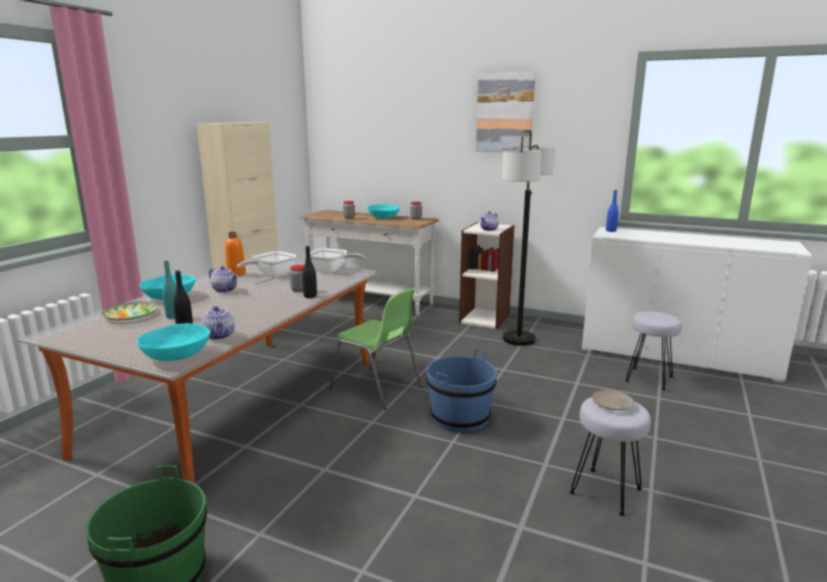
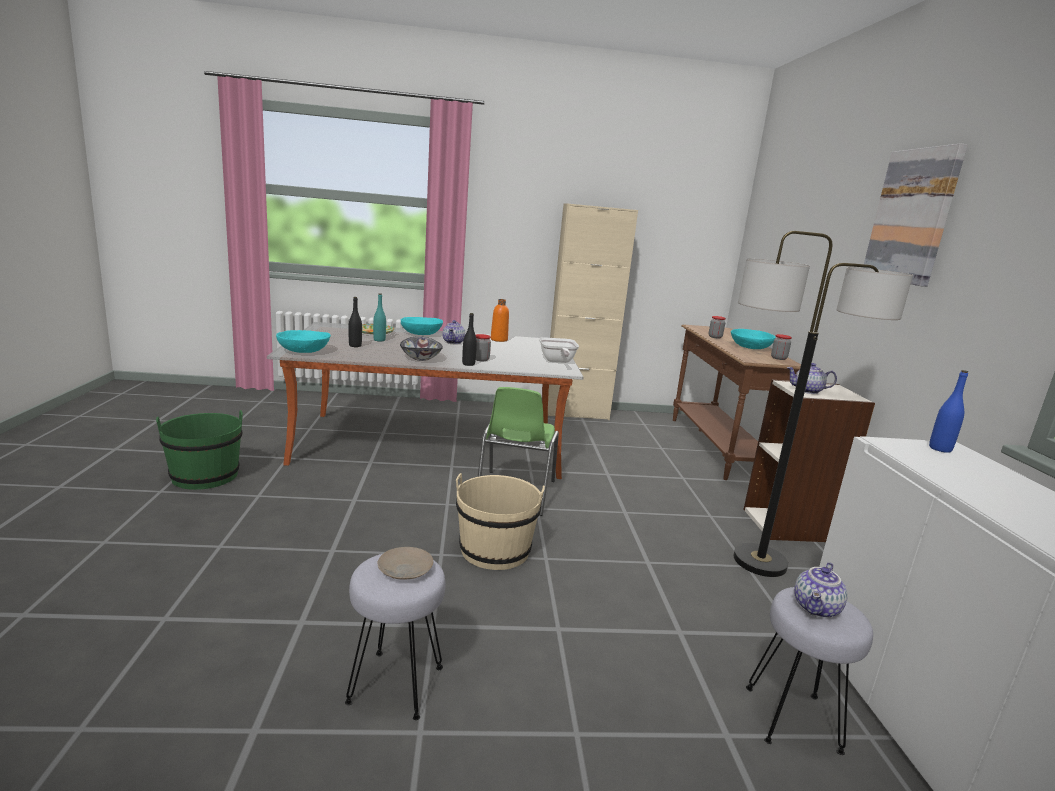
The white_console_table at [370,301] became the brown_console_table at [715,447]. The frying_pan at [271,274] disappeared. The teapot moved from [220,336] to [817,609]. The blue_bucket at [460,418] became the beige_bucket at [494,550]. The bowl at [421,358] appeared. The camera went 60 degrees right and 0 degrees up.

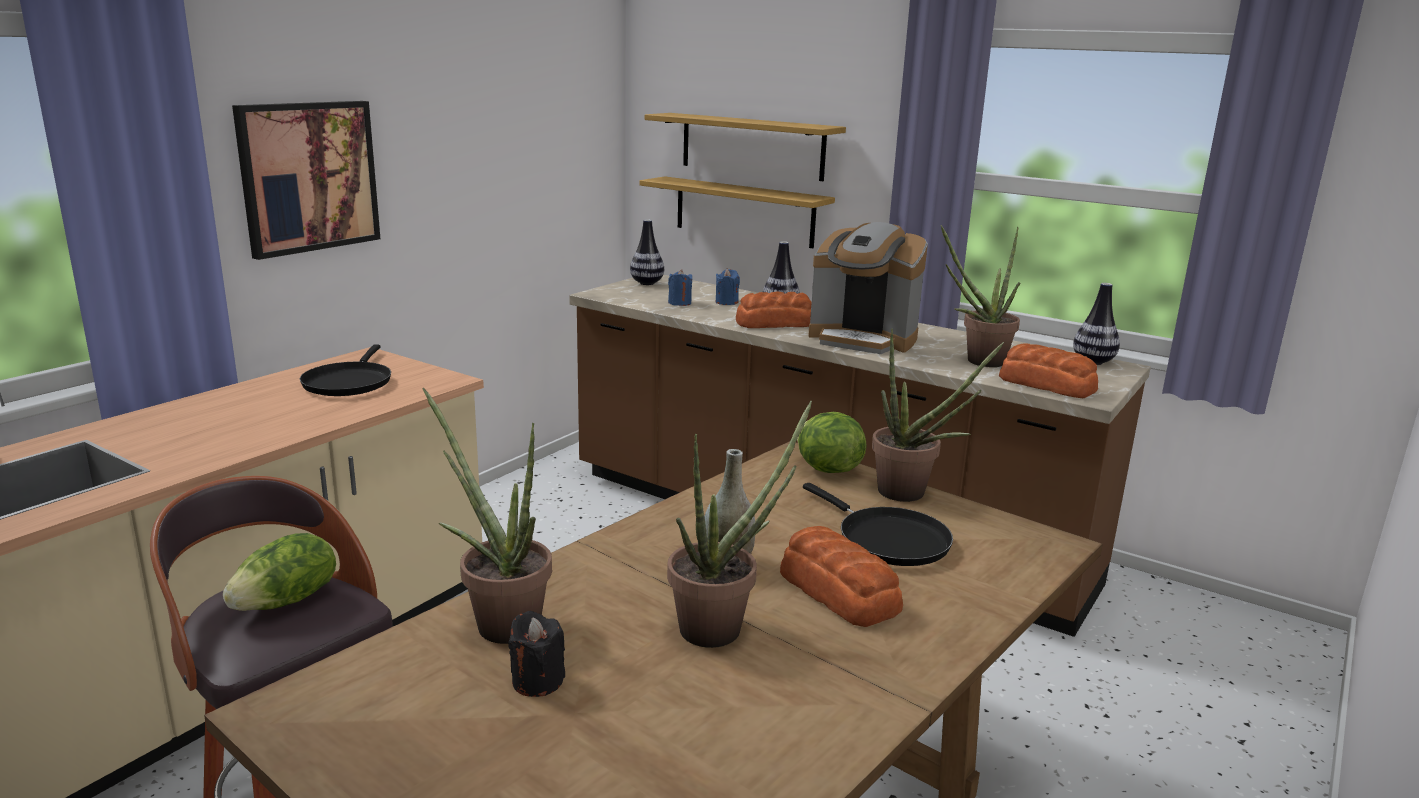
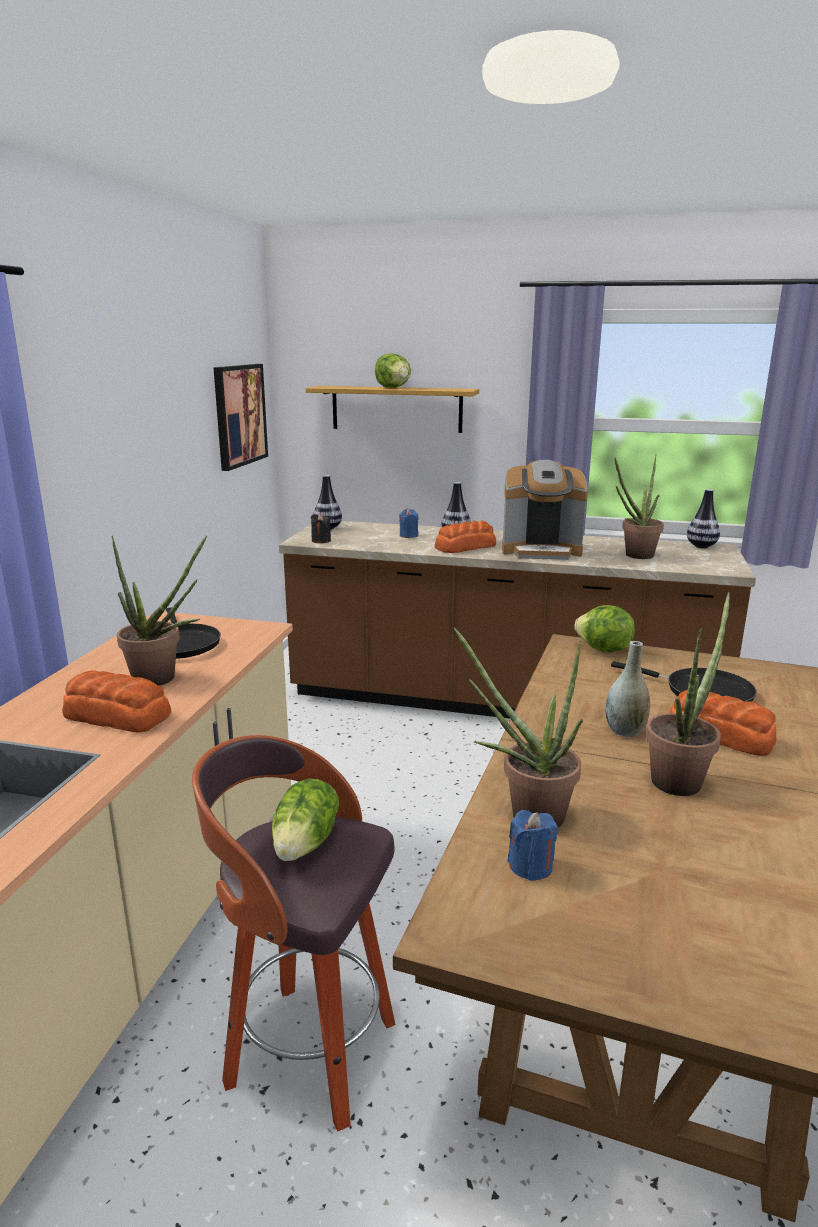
The picture moved from [308,177] to [239,415]. The shelf at [744,212] disappeared. The blue_candle moved from [679,303] to [530,866]. The potted_plant moved from [911,494] to [162,679]. The bread moved from [1046,384] to [116,715]. The black_candle moved from [537,681] to [321,541]. The lettuce at [393,387] appeared. The camera went 20 degrees left and 0 degrees up.

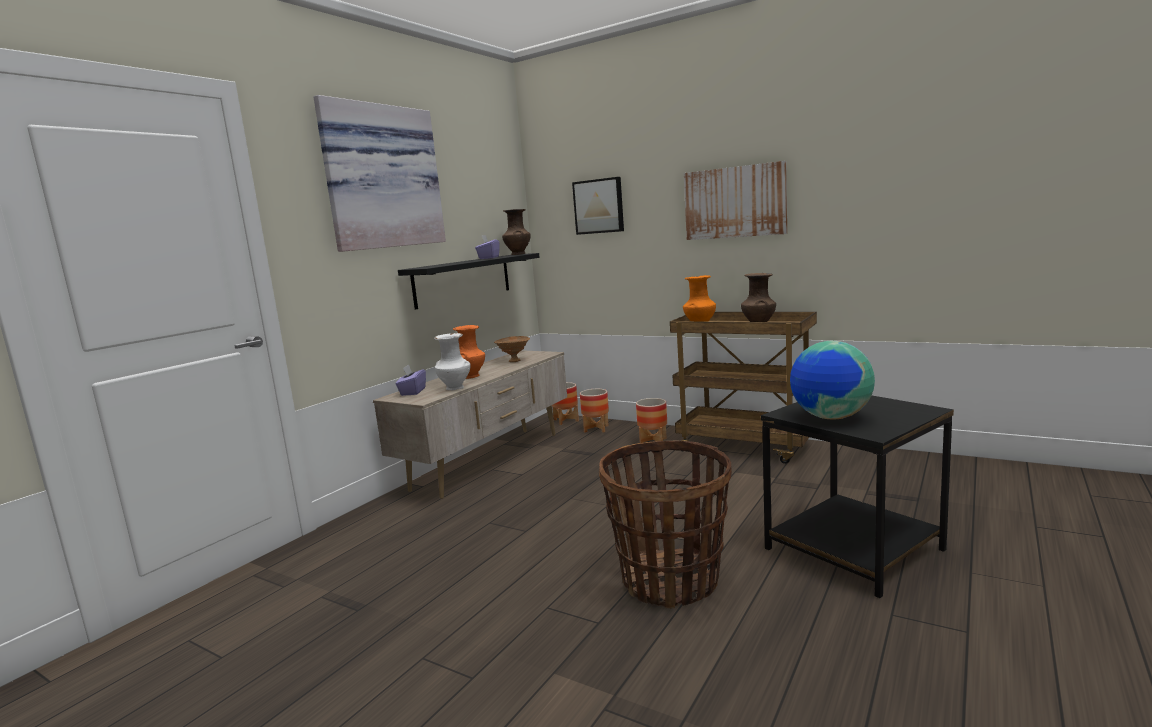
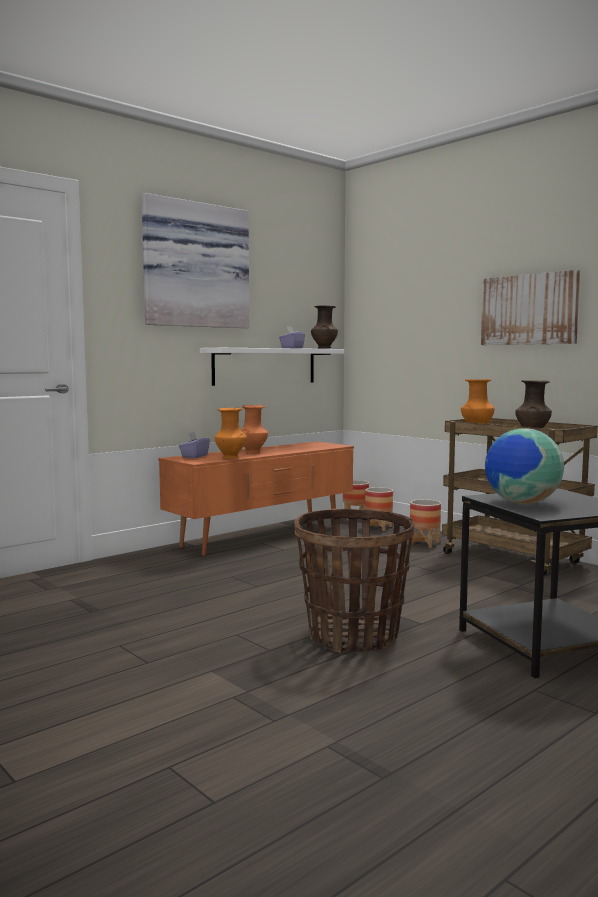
The picture at [599,206] disappeared. The black_shelf at [463,280] became the white_shelf at [265,366]. The white_vase at [456,388] became the orange_vase at [231,458]. The brown_bowl at [513,361] disappeared. The beige_tv_stand at [489,461] became the orange_tv_stand at [263,537]. The camera went 15 degrees right and 5 degrees down.

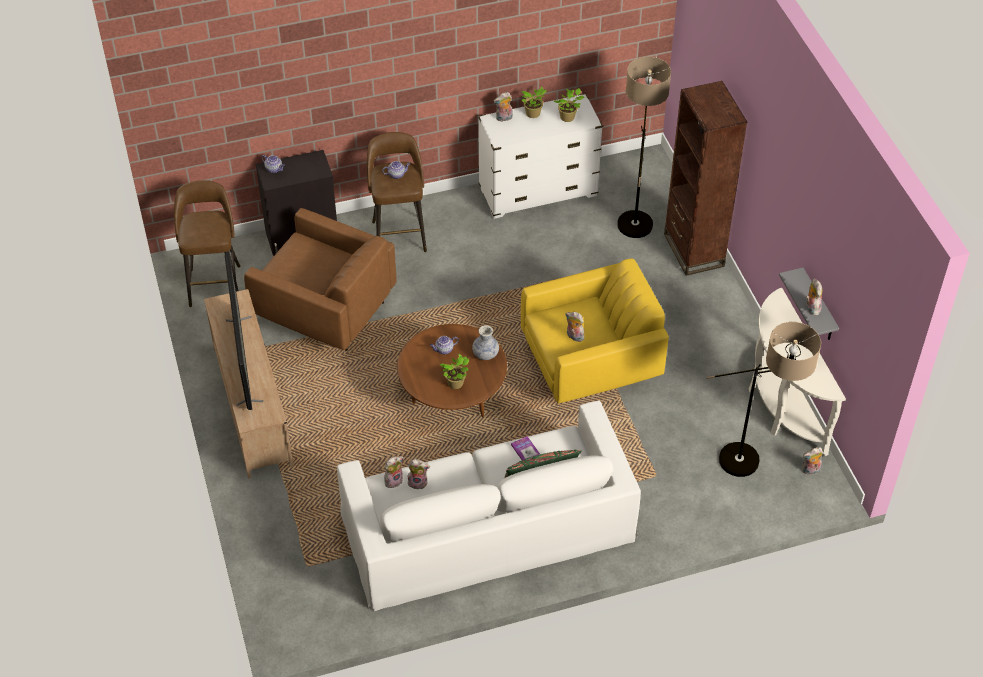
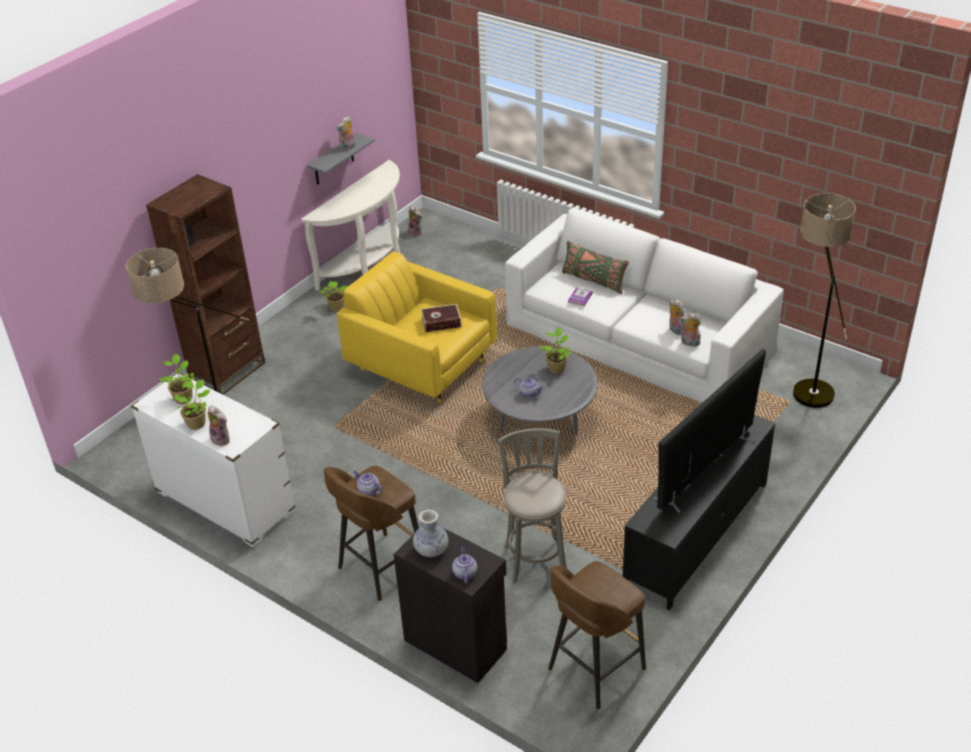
The brown_armchair at [325,310] was replaced by the grey_stool at [535,557]. The beige_tv_stand at [252,404] became the black_tv_stand at [696,533]. The plush_toy at [574,337] was replaced by the book at [441,322]. The floor_lamp moved from [754,466] to [807,384]. The brown_coffee_table at [452,395] became the grey_coffee_table at [540,419]. The vase moved from [485,354] to [431,549]. The potted_plant at [336,308] appeared. The camera went 125 degrees left and 10 degrees down.

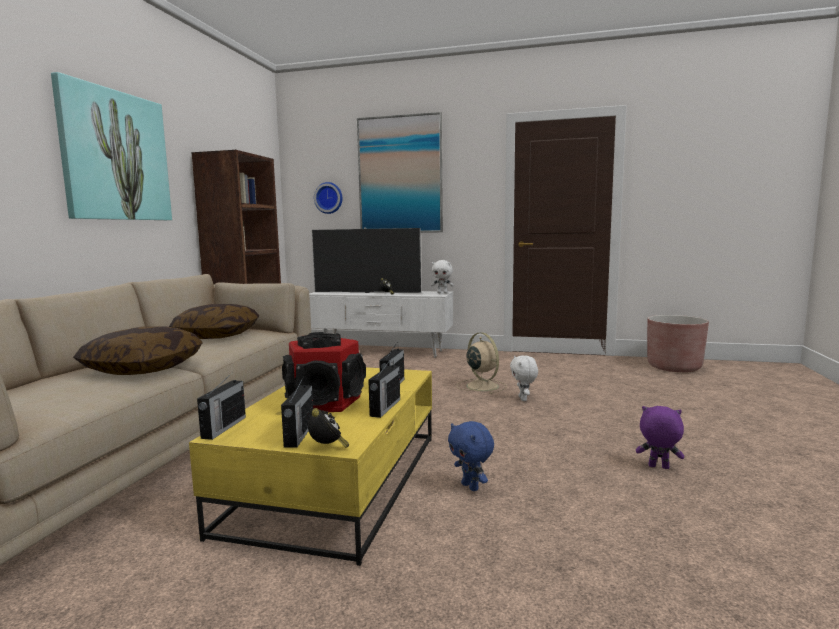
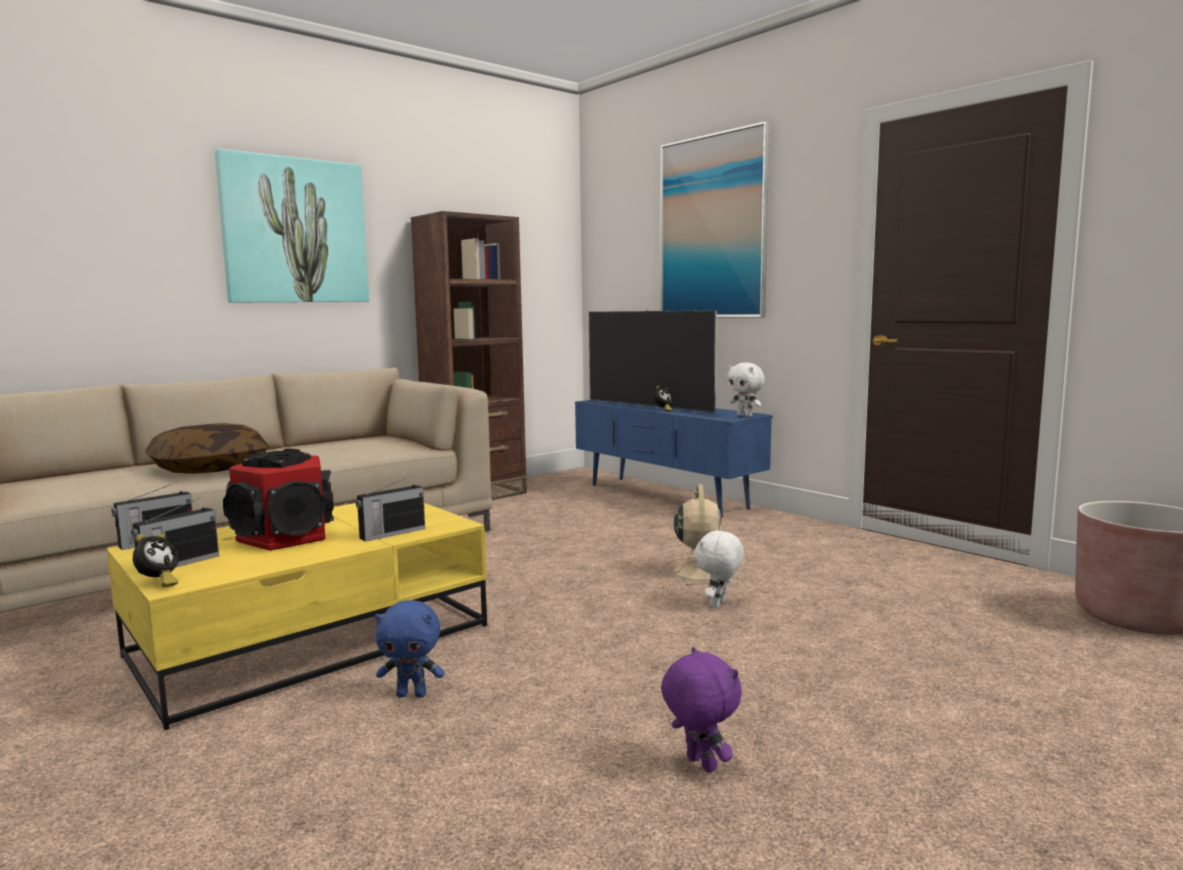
The wall_clock at [329,198] disappeared. The white_tv_stand at [381,352] became the blue_tv_stand at [665,497]. The pillow at [217,335] disappeared. The radio at [384,408] disappeared. The blue_plush_toy at [471,487] turned 90 degrees counterclockwise. The camera went 35 degrees right and 0 degrees up.

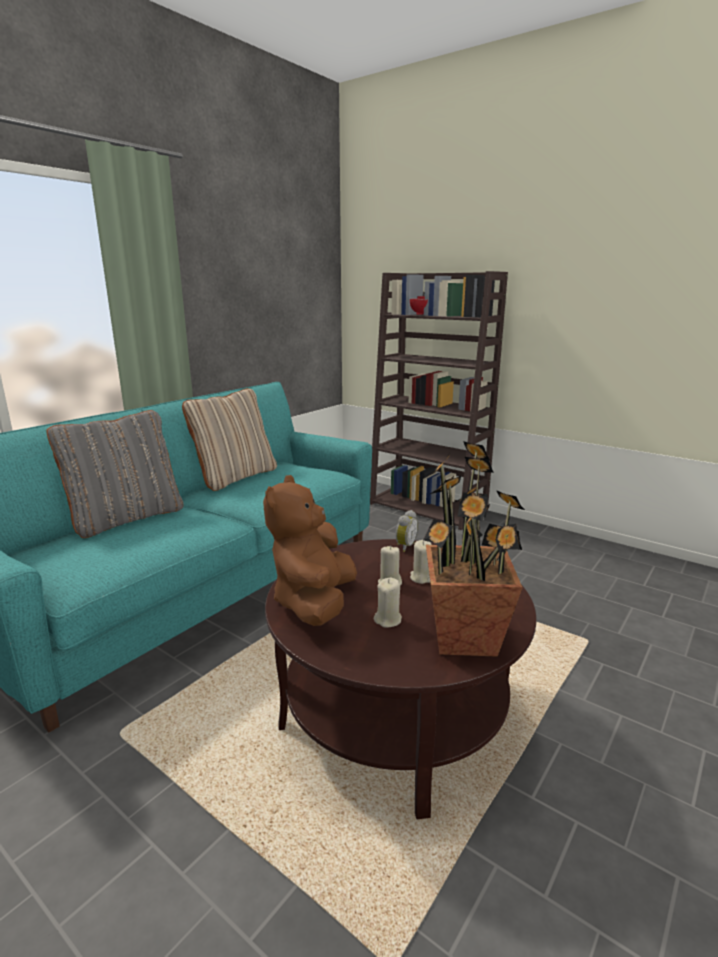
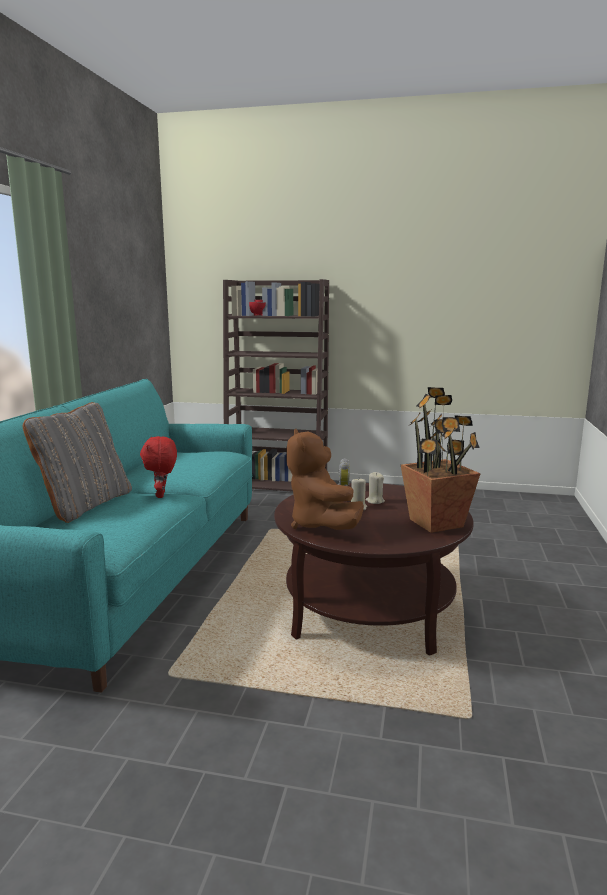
The beige_pillow at [235,477] disappeared. The beige_candle at [388,620] disappeared. The red_plush_toy at [162,495] appeared. The camera went 25 degrees left and 5 degrees down.

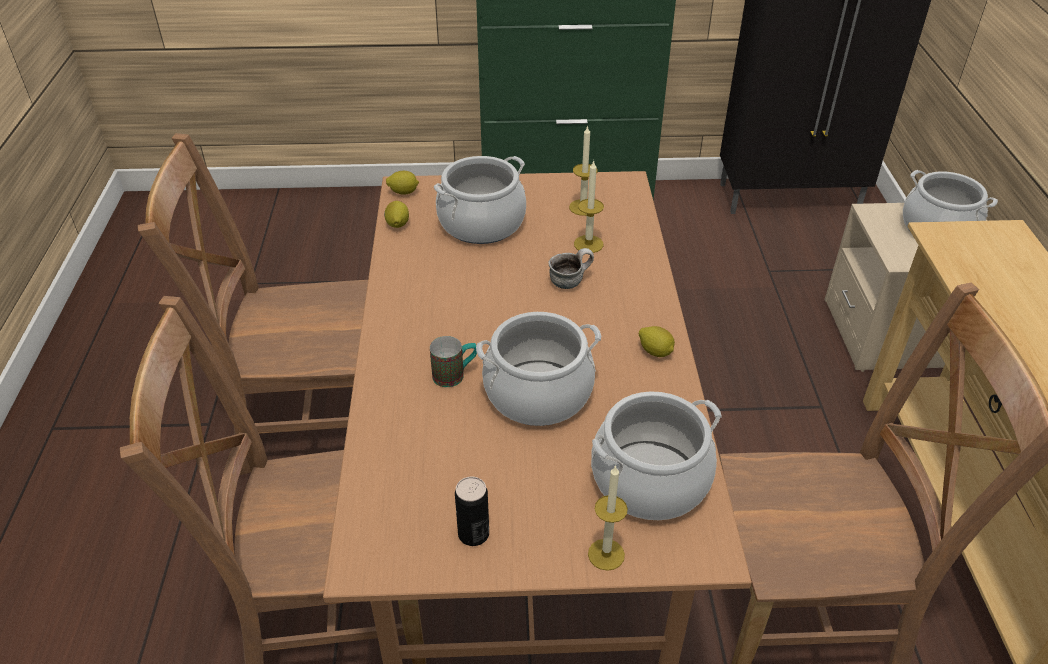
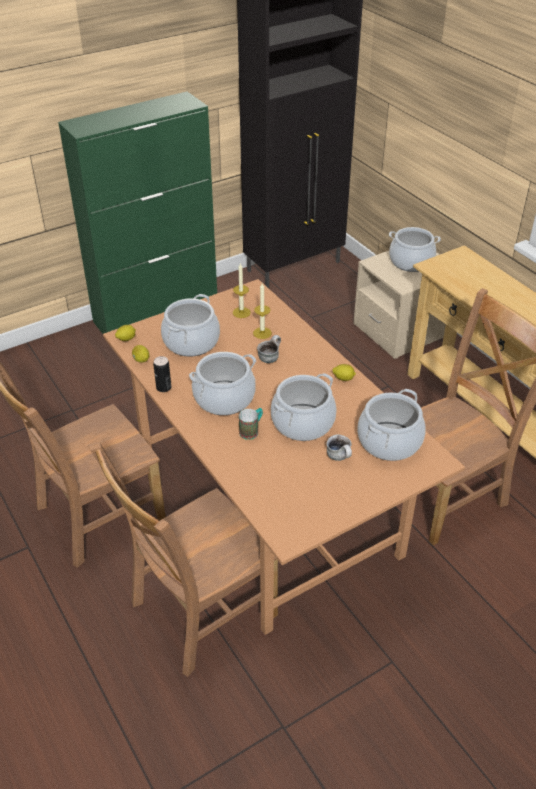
The candle at [606,554] disappeared. The can moved from [473,534] to [163,387]. The cooking_pot at [224,398] appeared. The mug at [340,457] appeared. The camera went 30 degrees left and 0 degrees up.

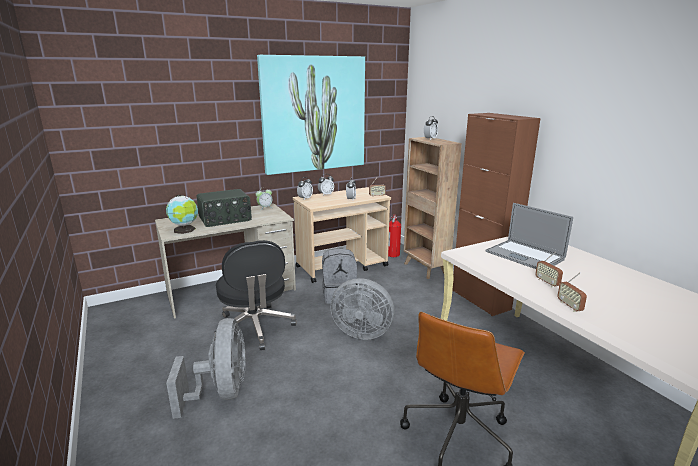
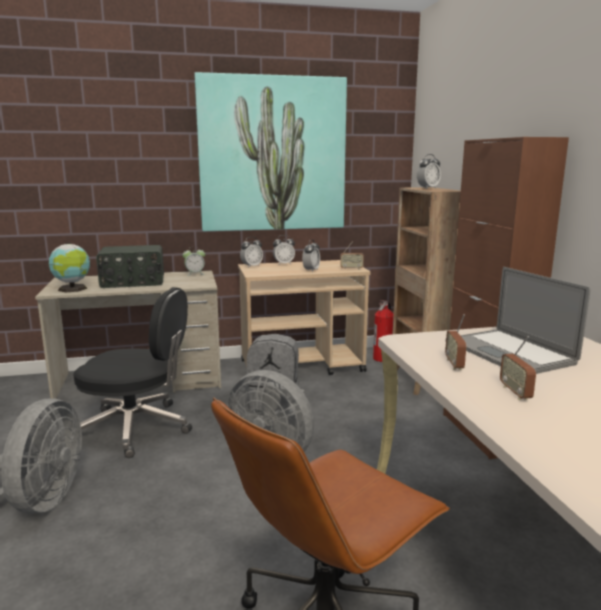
The black_office_chair at [255,328] turned 75 degrees counterclockwise. The radio moved from [569,306] to [454,364]. The camera went 15 degrees right and 5 degrees down.

